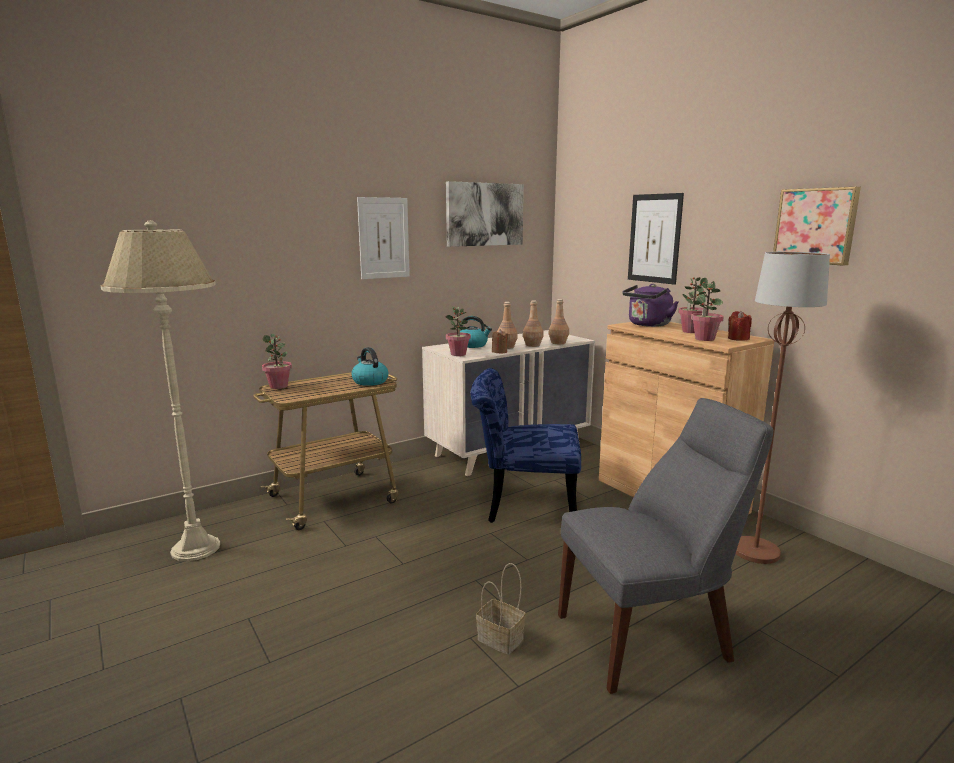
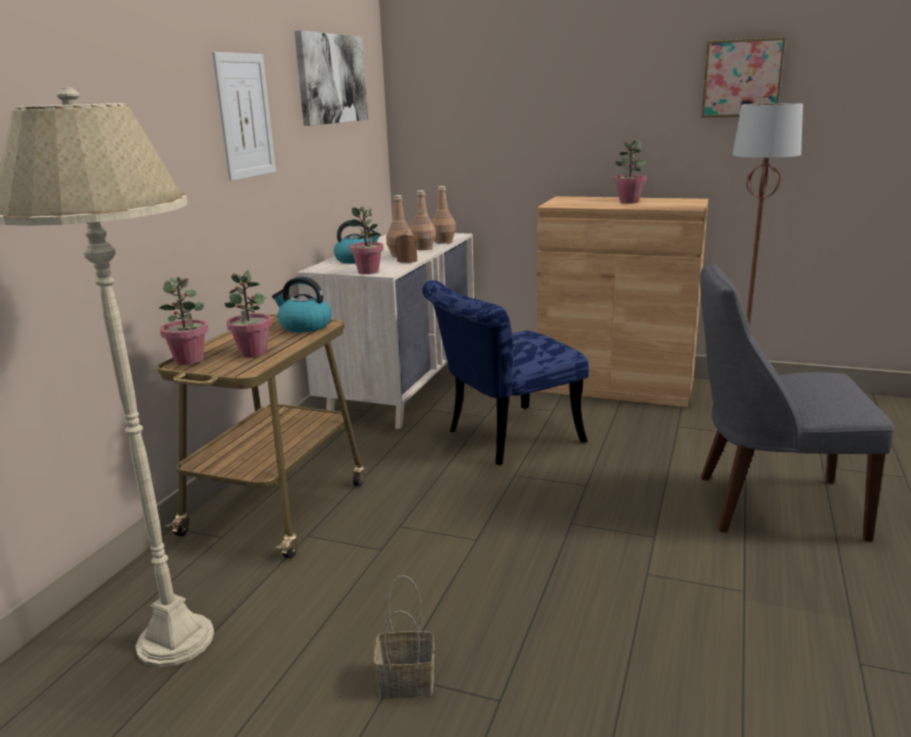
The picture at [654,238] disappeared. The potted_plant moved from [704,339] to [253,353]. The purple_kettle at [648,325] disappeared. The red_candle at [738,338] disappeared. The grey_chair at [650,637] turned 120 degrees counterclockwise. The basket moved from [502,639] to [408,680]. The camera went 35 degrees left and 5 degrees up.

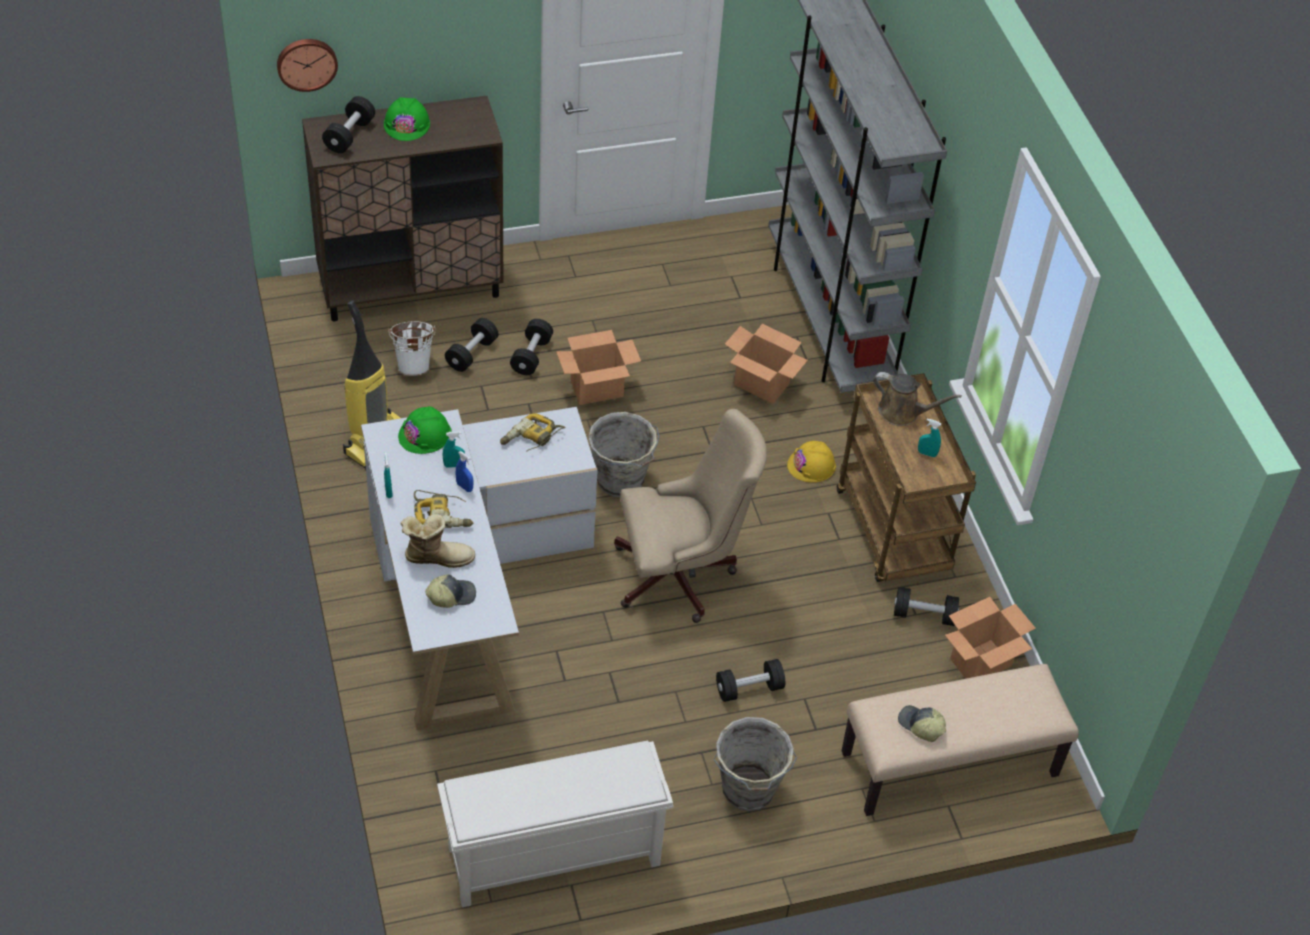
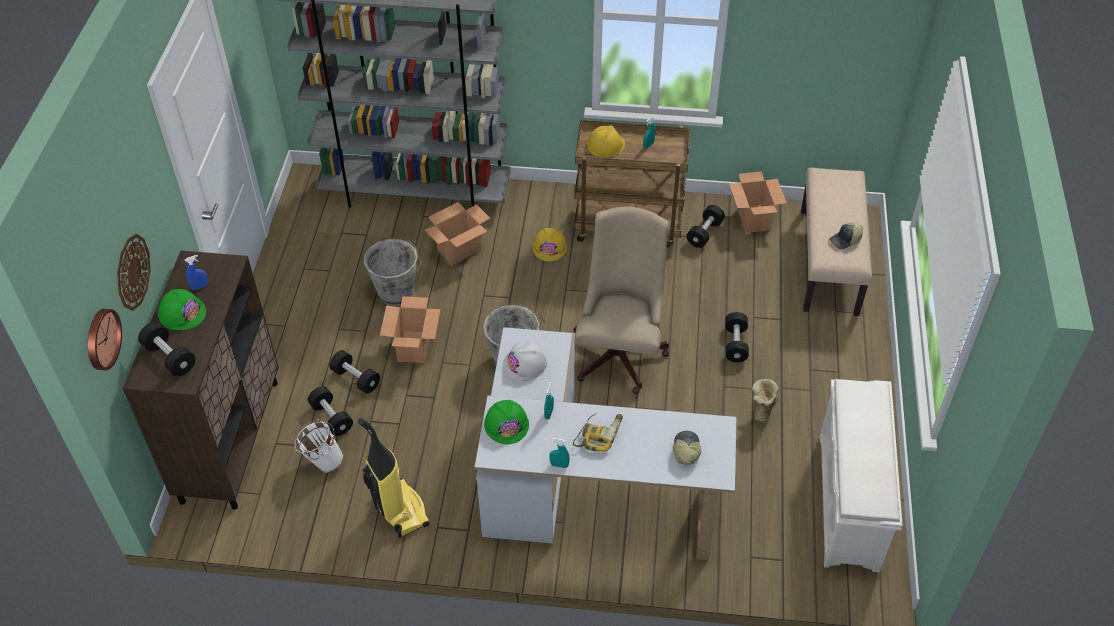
The brown_watering_can at [903,412] was replaced by the yellow_hard_hat at [605,145]. The power_drill at [531,439] was replaced by the white_hard_hat at [525,364]. The blue_spray_bottle moved from [464,487] to [200,286]. The boot moved from [437,556] to [763,407]. The grey_bucket moved from [748,791] to [397,293]. The wall_clock at [132,272] appeared. The camera went 65 degrees left and 0 degrees up.

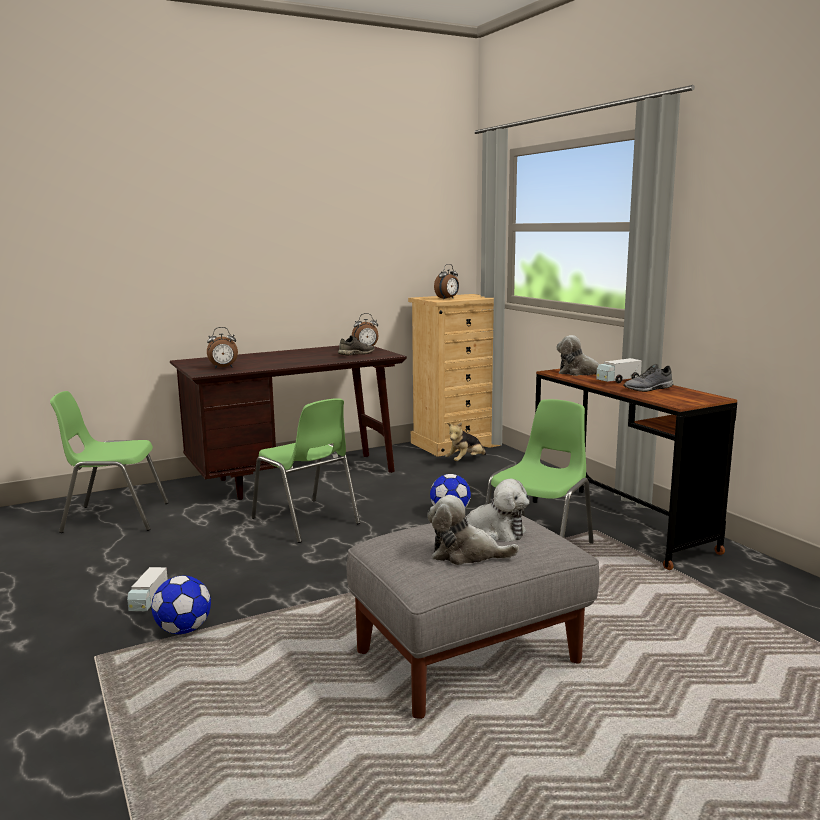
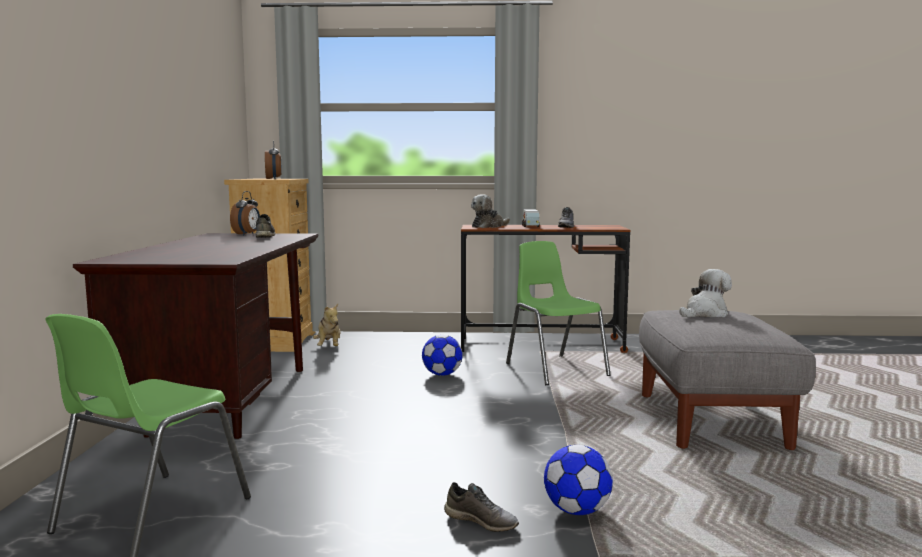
The alarm_clock at [223,368] disappeared. The green_chair at [306,521] disappeared. The plush_toy at [466,554] disappeared. The toy_truck at [149,601] was replaced by the grey_shoe at [482,521]. The camera went 60 degrees left and 5 degrees down.

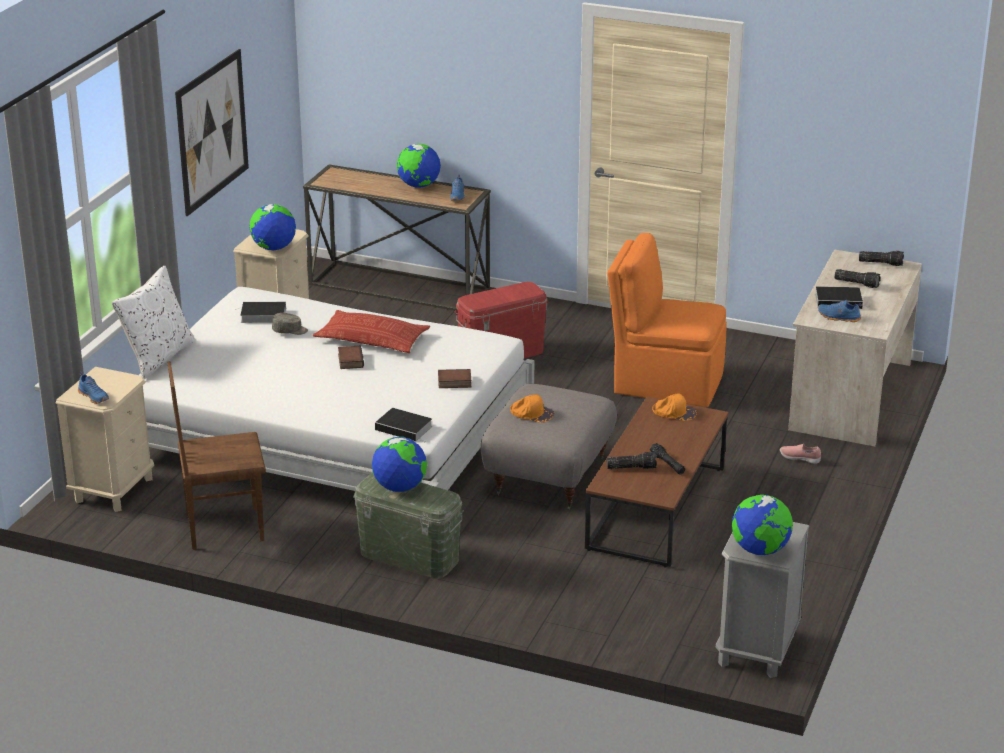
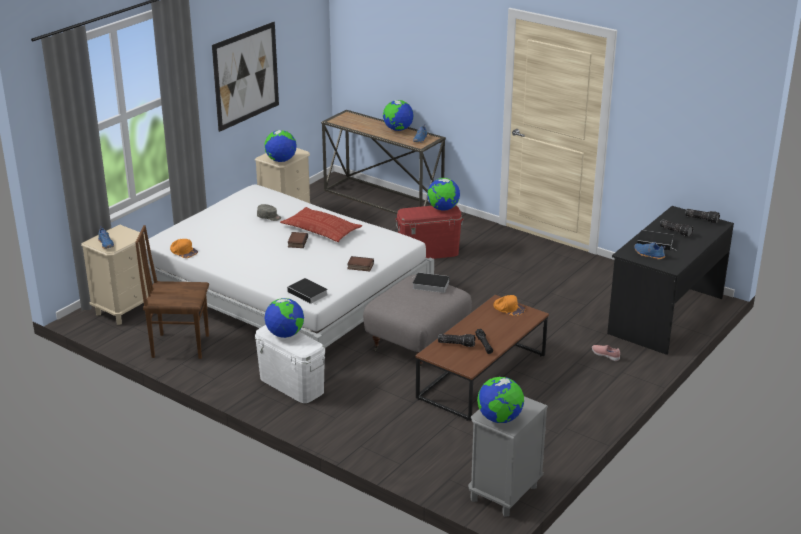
The orange_chair at [665,383] disappeared. The beige_desk at [849,396] became the black_desk at [665,315]. The white_pillow at [158,357] disappeared. The book moved from [261,315] to [429,285]. The orange_cap moved from [532,413] to [183,251]. The green_storage_box at [409,557] became the white_storage_box at [291,384]. The globe at [443,209] appeared. The camera went 15 degrees right and 0 degrees up.

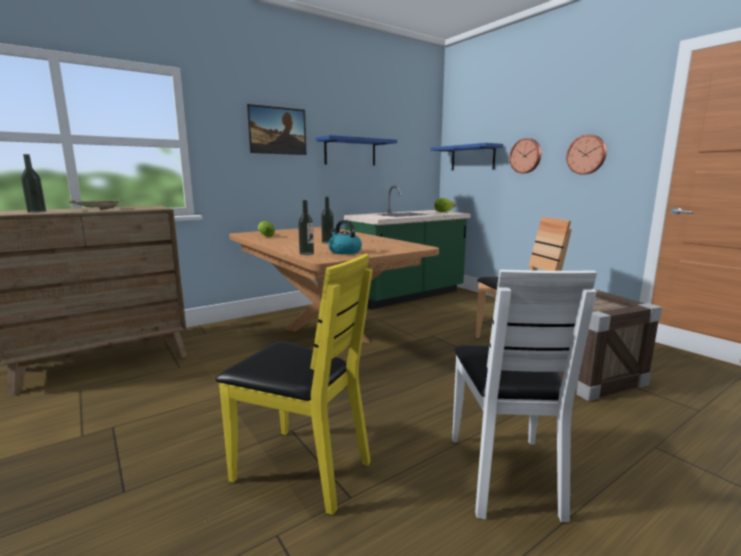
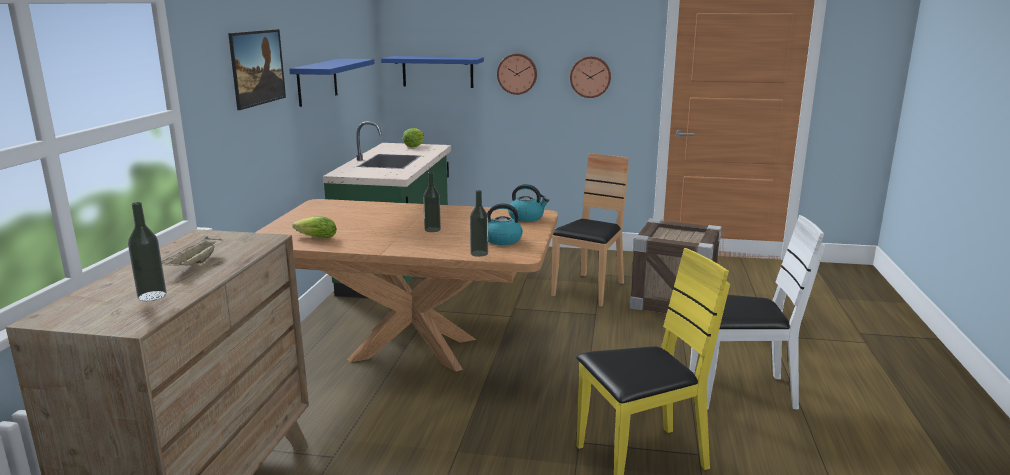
The white_chair at [505,474] turned 45 degrees counterclockwise. The kettle at [527,217] appeared. The camera went 45 degrees left and 5 degrees up.

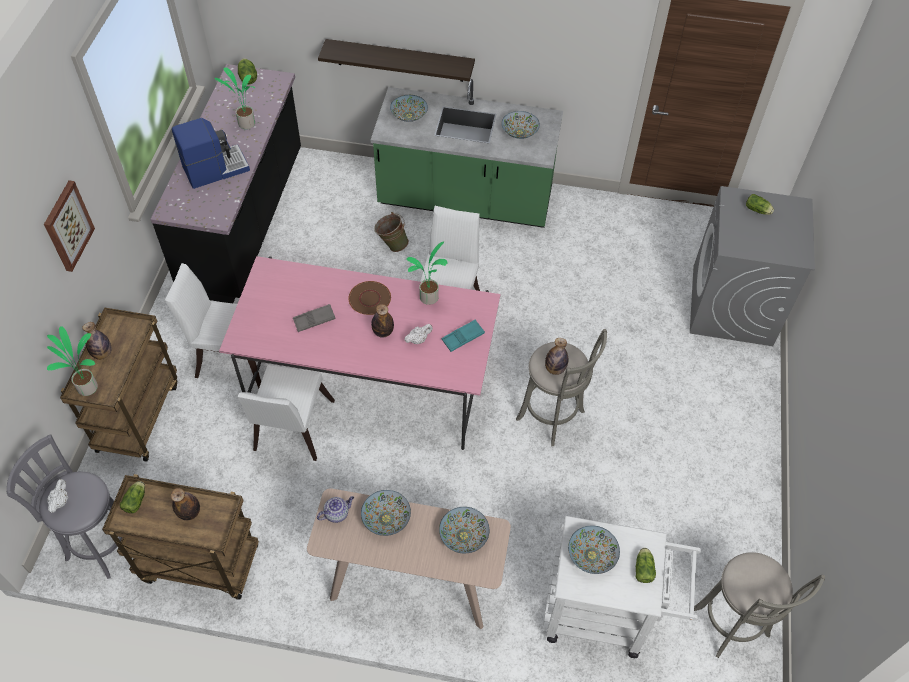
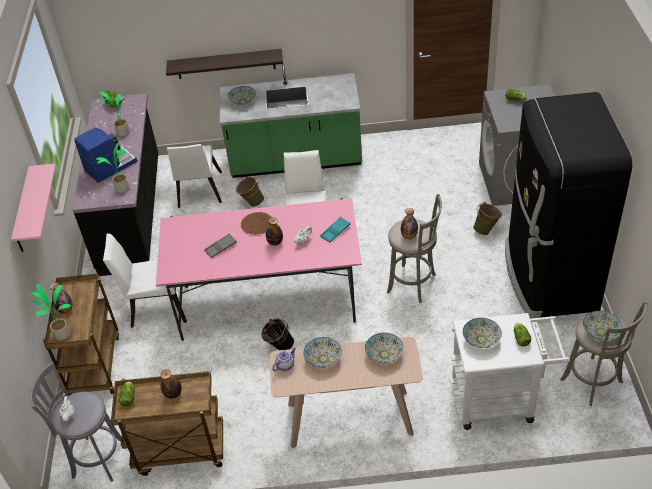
The bowl moved from [519,132] to [600,332]. The picture at [67,226] was replaced by the pink_shelf at [24,211]. The potted_plant moved from [429,299] to [122,189]. The white_chair moved from [291,430] to [199,192]. The black_fridge at [548,277] appeared. The green_bucket at [486,230] appeared. The black_bucket at [279,347] appeared. The camera went 10 degrees left and 10 degrees down.

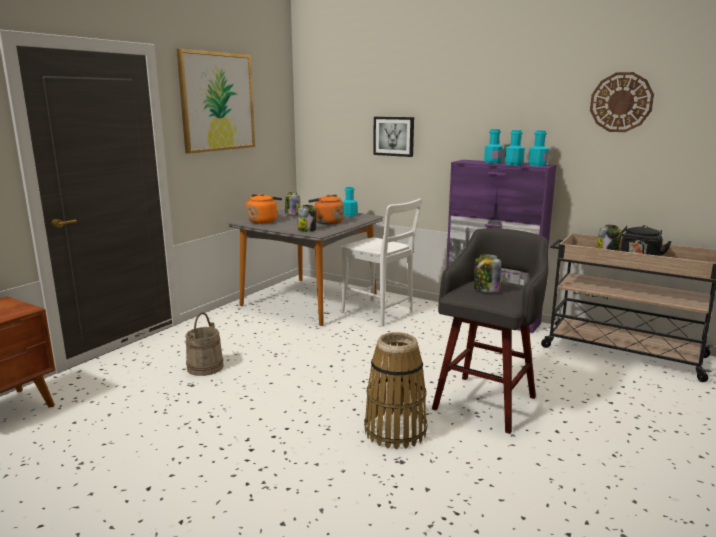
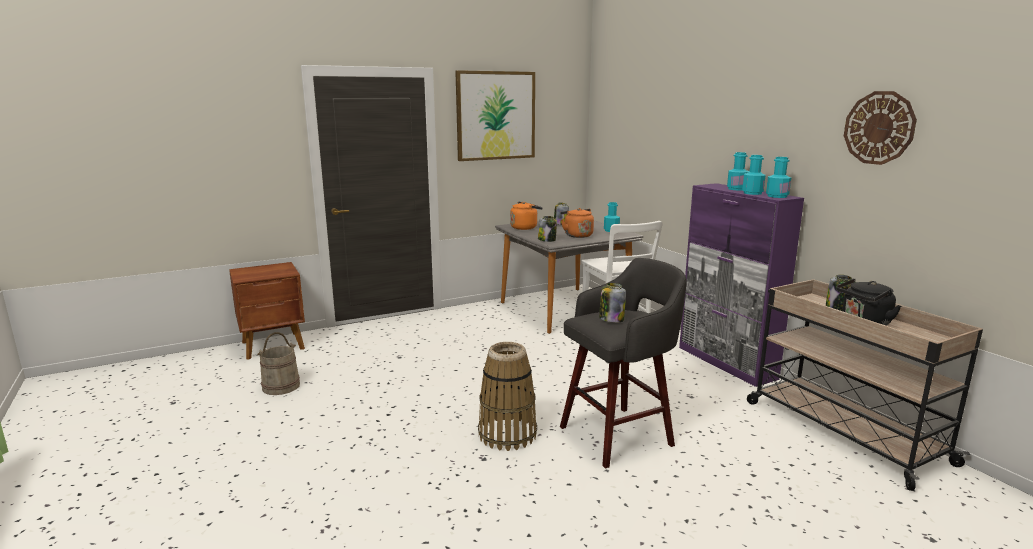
The picture at [394,136] disappeared. The beige_bucket moved from [205,367] to [281,386]. The camera went 30 degrees right and 0 degrees up.

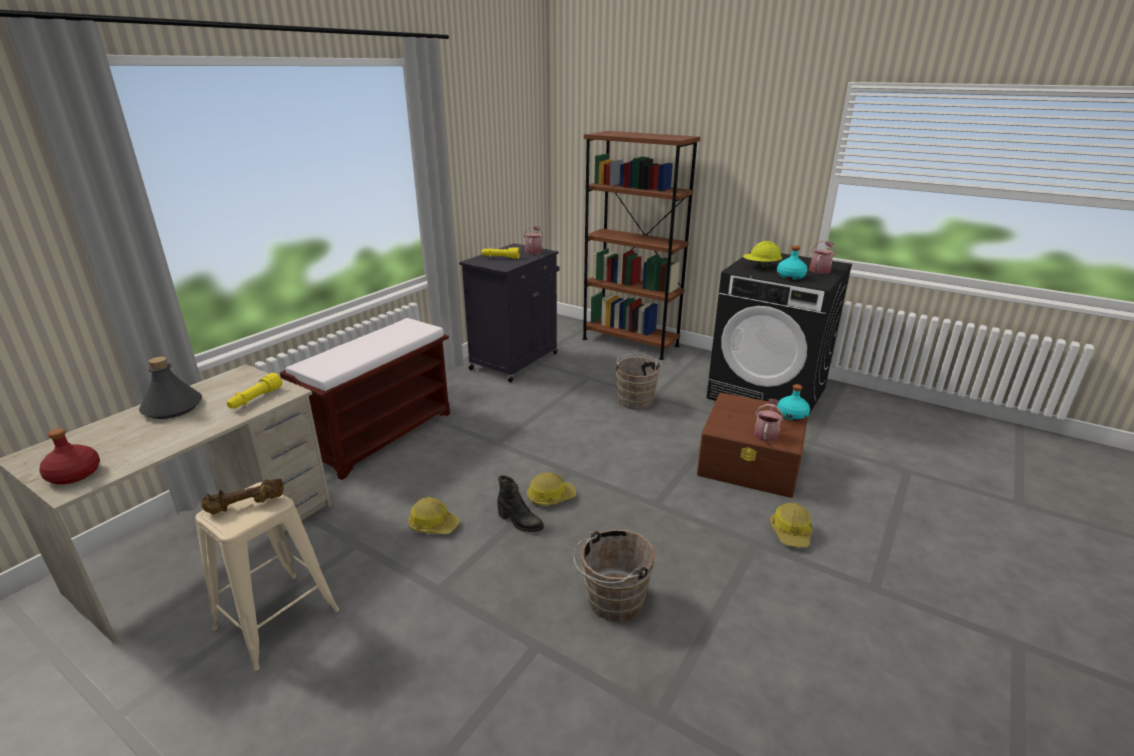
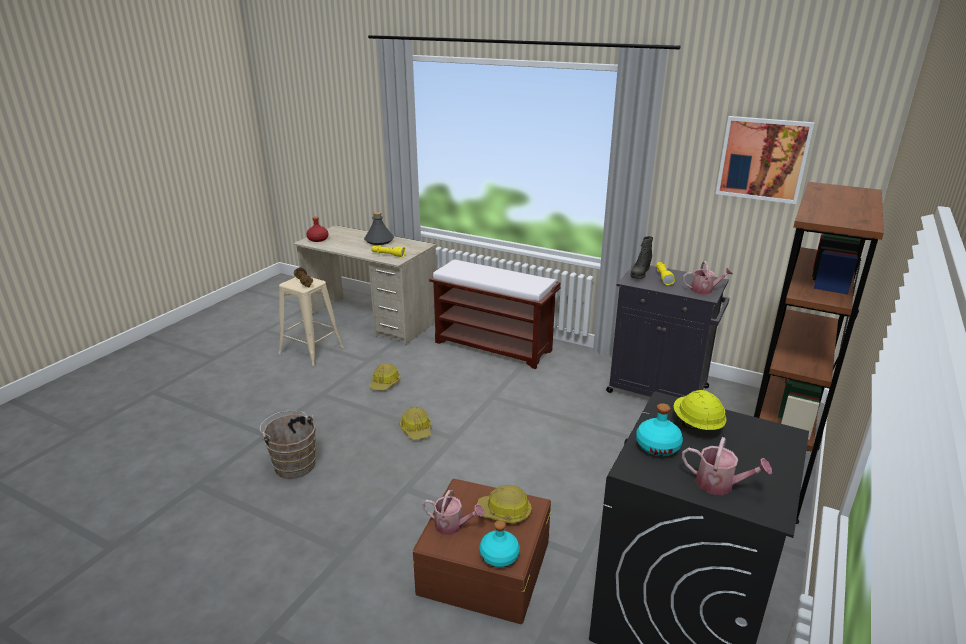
The brown_bucket at [635,400] disappeared. The black_boot moved from [519,522] to [640,274]. The hard_hat moved from [791,532] to [504,512]. The picture at [763,159] appeared. The camera went 85 degrees right and 0 degrees up.

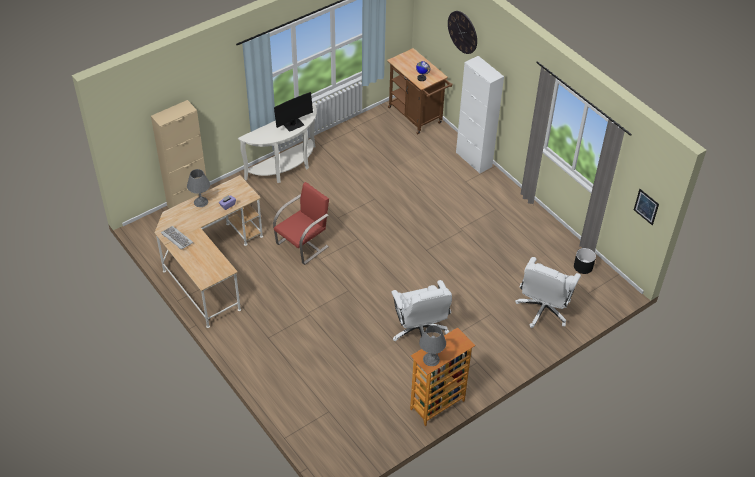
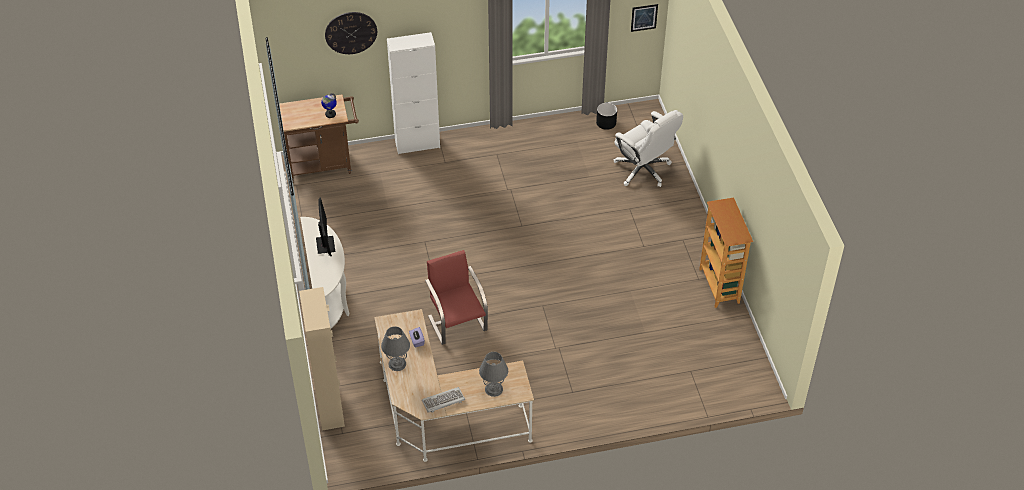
The white_office_chair at [419,331] disappeared. The grey_table_lamp moved from [431,359] to [493,389]. The camera went 65 degrees left and 0 degrees up.

